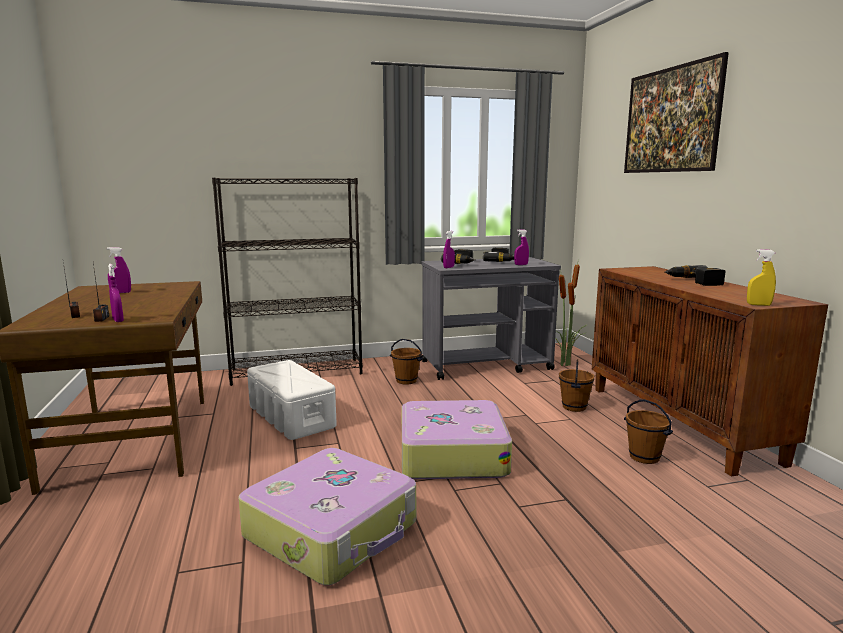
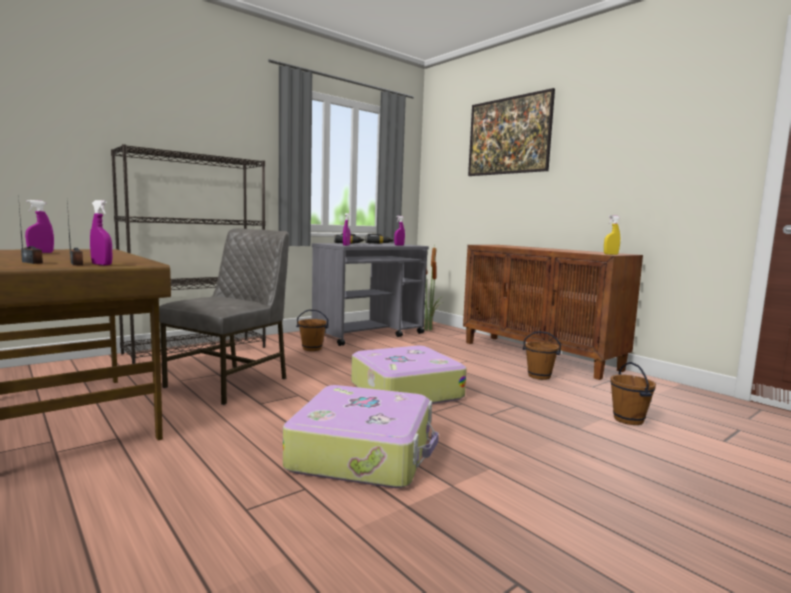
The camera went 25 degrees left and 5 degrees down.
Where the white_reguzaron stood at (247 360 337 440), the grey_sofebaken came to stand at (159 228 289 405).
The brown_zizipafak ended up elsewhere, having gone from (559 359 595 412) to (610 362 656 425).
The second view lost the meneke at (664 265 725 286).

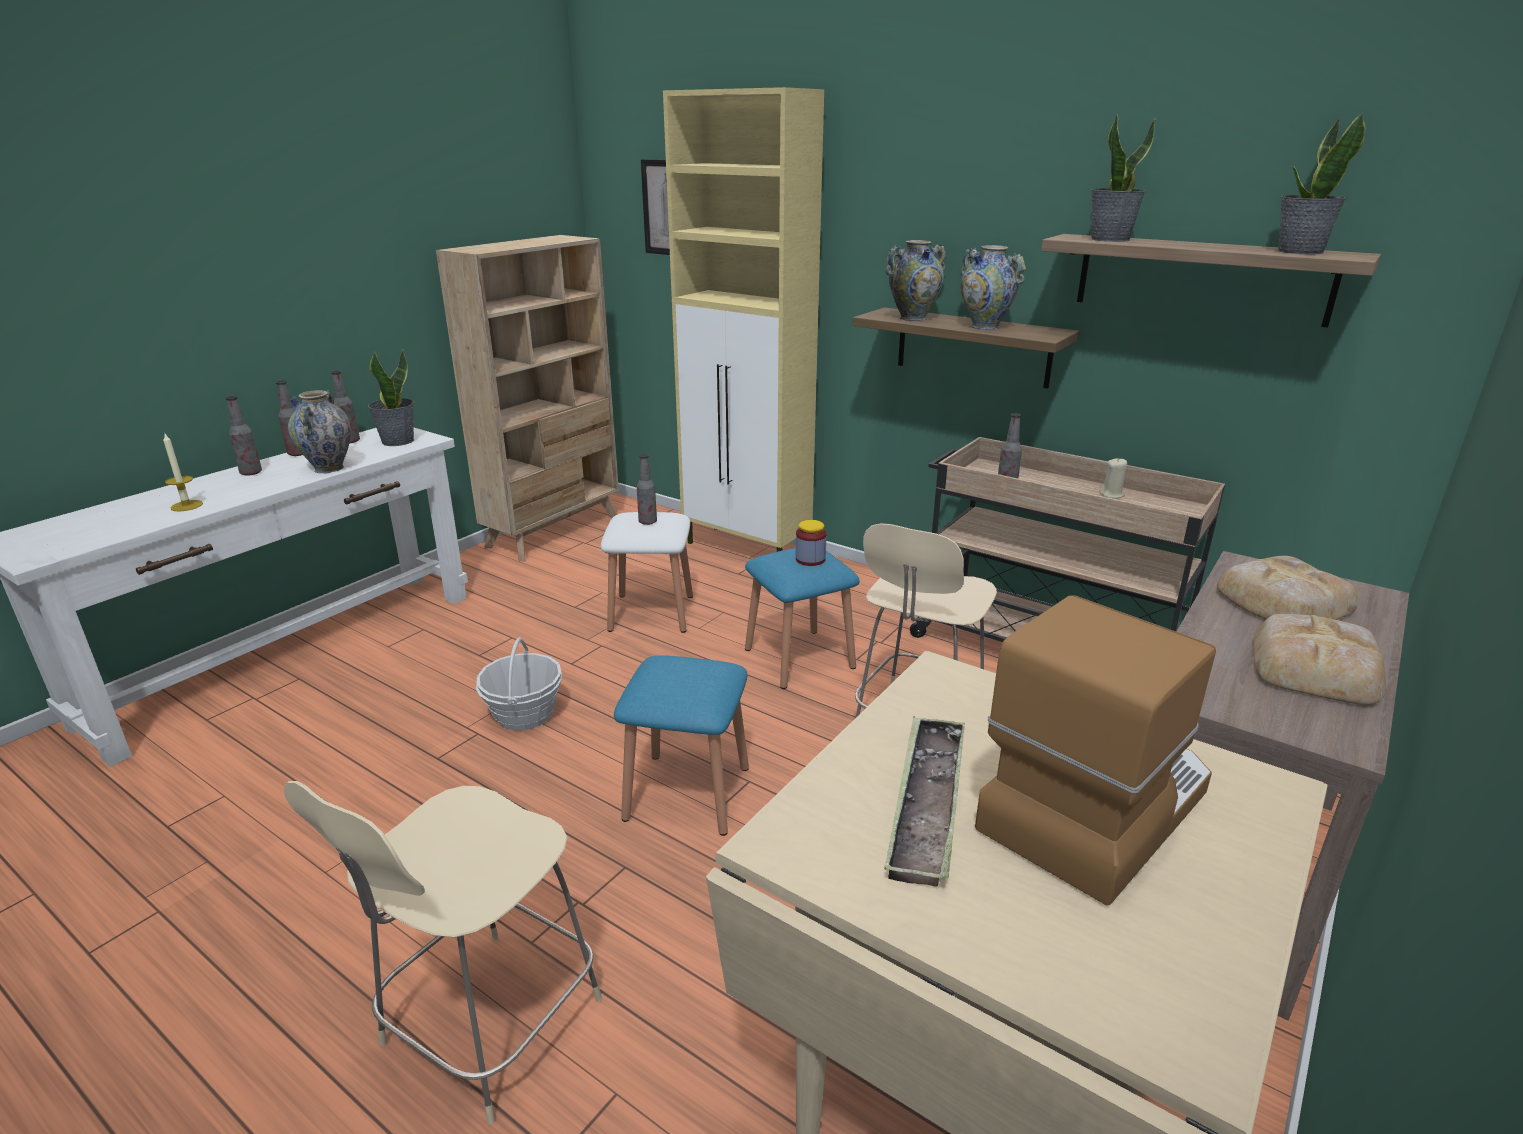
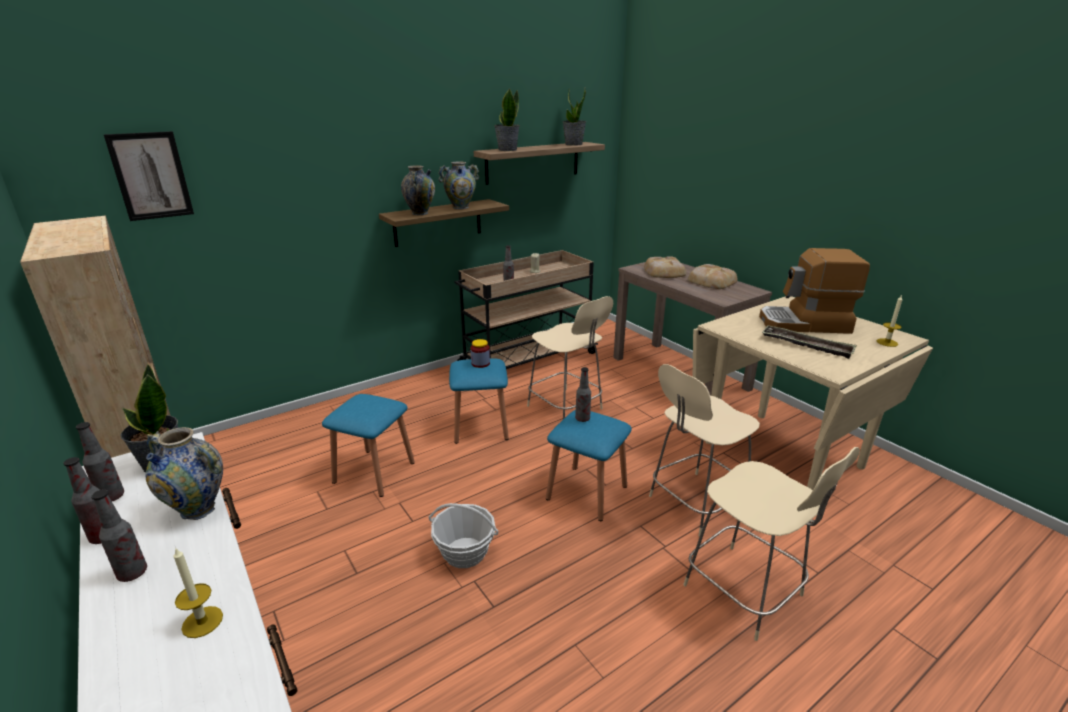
The camera went 70 degrees left and 0 degrees up.
What was the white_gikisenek at (601 512 693 633) turned into the blue_gikisenek at (322 394 415 497).
The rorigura ended up elsewhere, having gone from (637 454 657 525) to (575 367 591 422).
The second view gained the beige_sofebaken at (649 364 760 537).
The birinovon at (975 595 1216 906) ended up facing another way, 60 degrees counterclockwise from before.
The second view gained the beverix at (877 296 903 347).
The second view lost the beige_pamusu at (663 87 824 552).

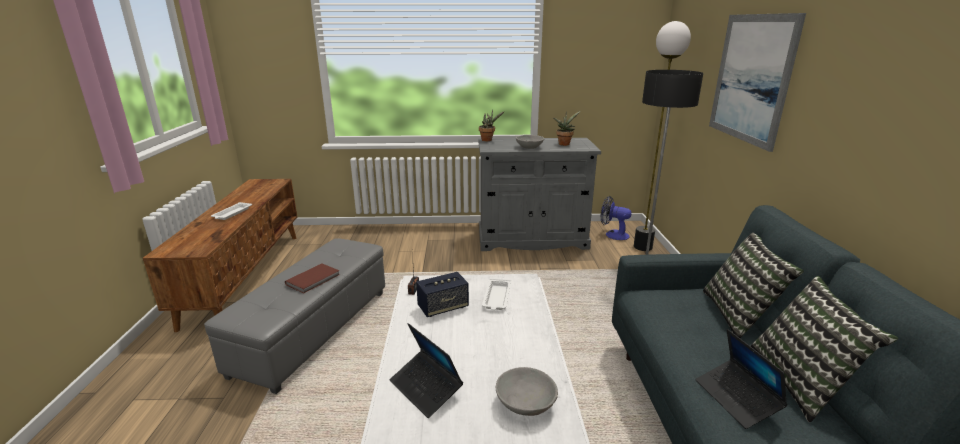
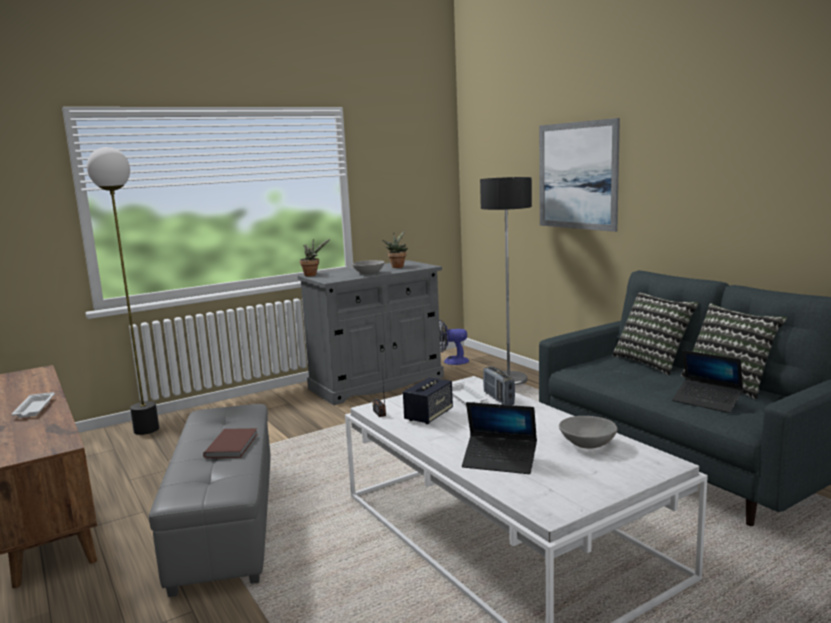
The camera went 30 degrees left and 10 degrees down.
The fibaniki ended up elsewhere, having gone from (634 21 691 251) to (87 147 159 435).
The second view gained the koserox at (483 366 515 405).

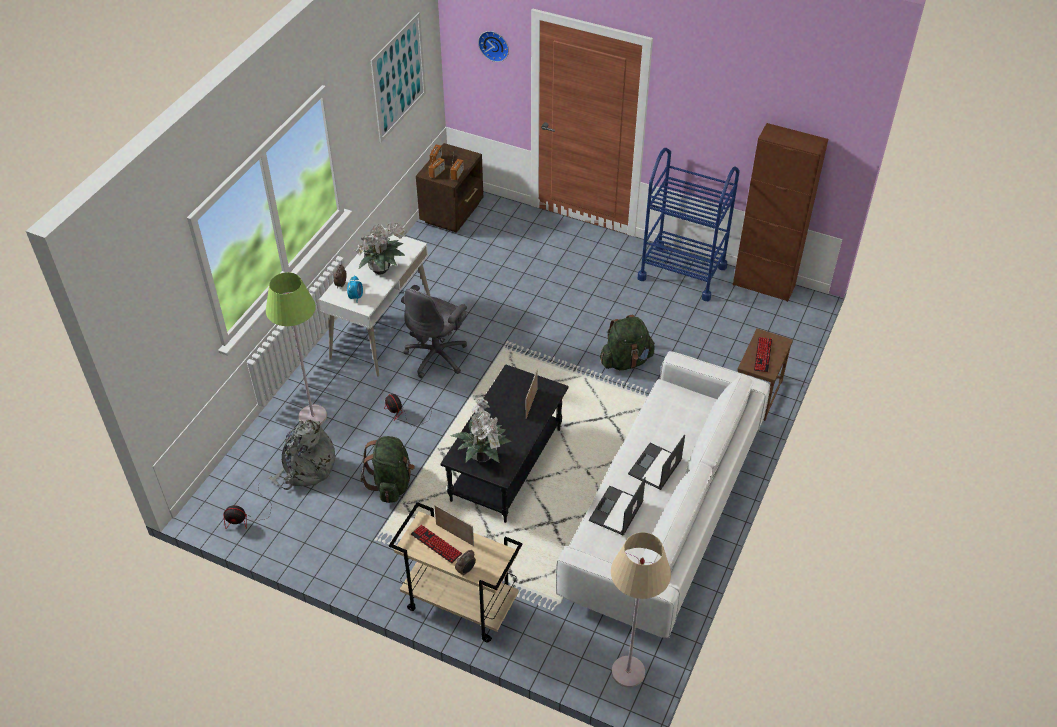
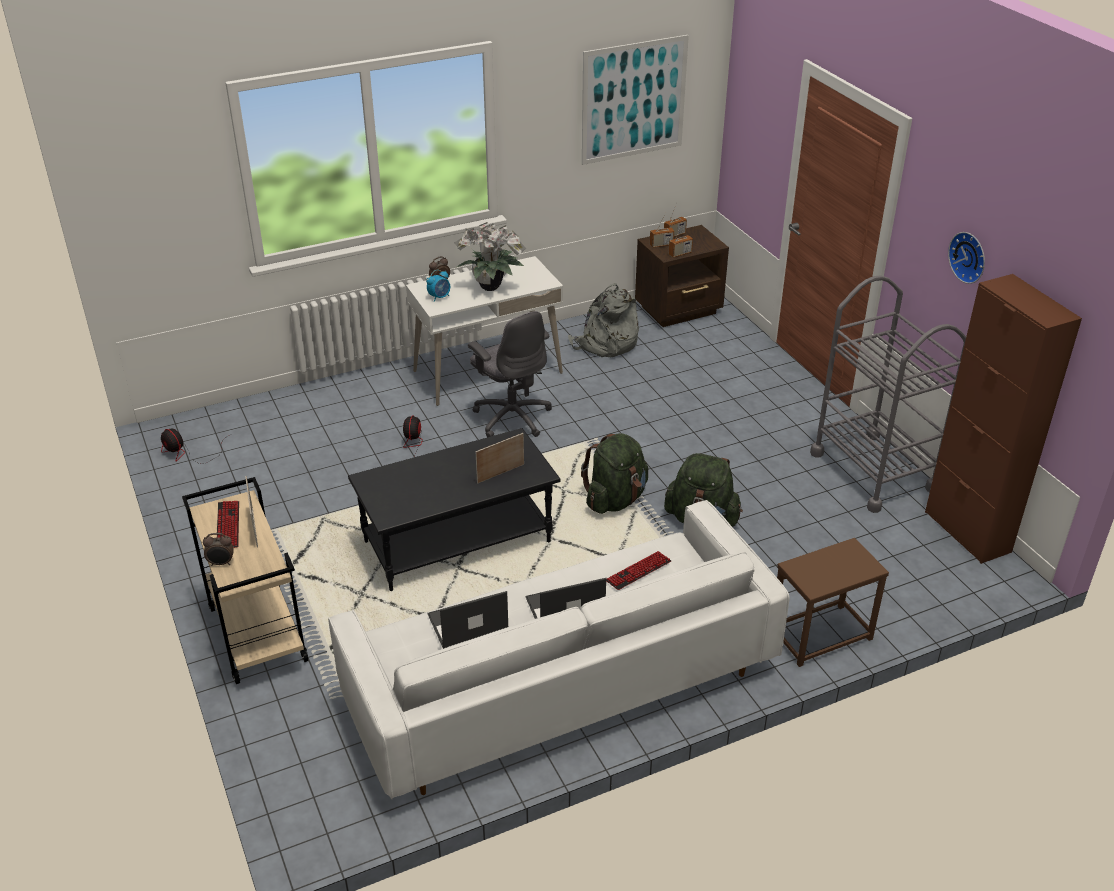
The camera went 40 degrees right and 10 degrees down.
The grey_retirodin at (401 285 467 378) ended up facing another way, 105 degrees counterclockwise from before.
The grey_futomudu ended up elsewhere, having gone from (269 419 335 490) to (568 283 639 357).
The green_futomudu ended up elsewhere, having gone from (361 436 415 503) to (581 433 648 514).
The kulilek ended up elsewhere, having gone from (754 337 772 372) to (606 551 671 590).
What was the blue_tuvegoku at (638 148 740 301) turned into the grey_tuvegoku at (810 275 966 513).
The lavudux ended up elsewhere, having gone from (478 31 509 62) to (948 232 985 284).
The second view lost the green_fibaniki at (266 272 327 425).
The second view lost the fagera at (450 398 511 463).
The second view lost the beige_fibaniki at (611 532 671 688).

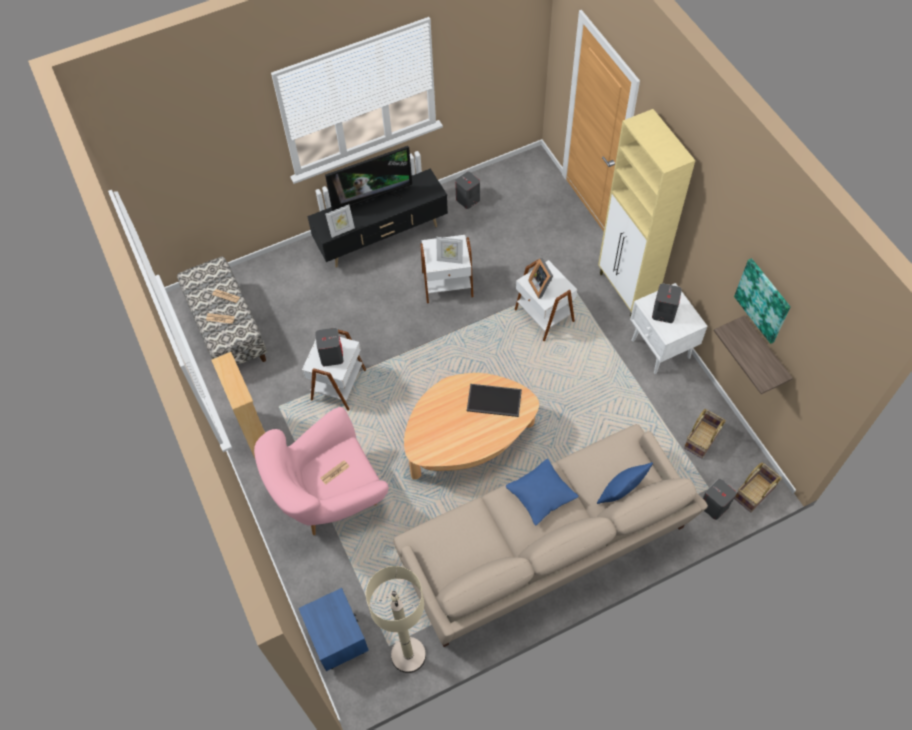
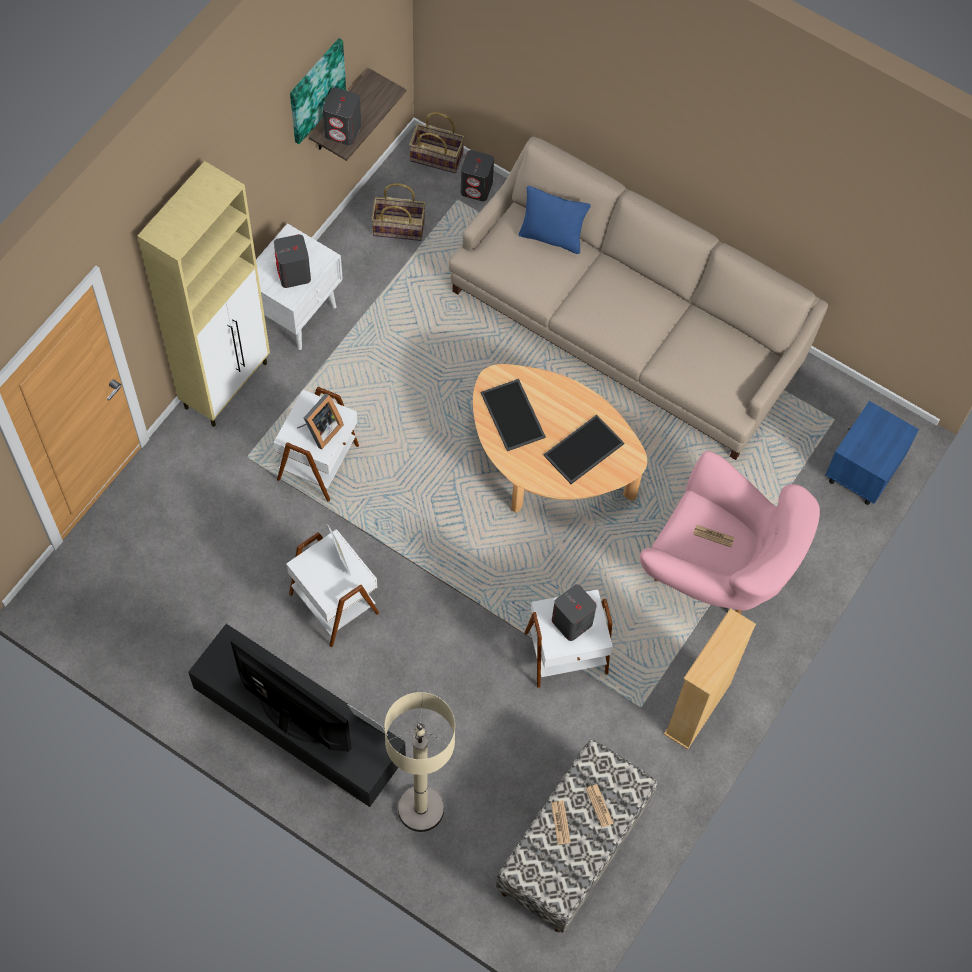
The camera went 125 degrees left and 5 degrees up.
The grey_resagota ended up elsewhere, having gone from (455 171 480 209) to (323 88 361 145).
The beige_fibaniki ended up elsewhere, having gone from (366 566 426 673) to (385 692 455 832).
The second view gained the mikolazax at (543 415 624 484).
The second view lost the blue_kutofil at (506 459 579 525).

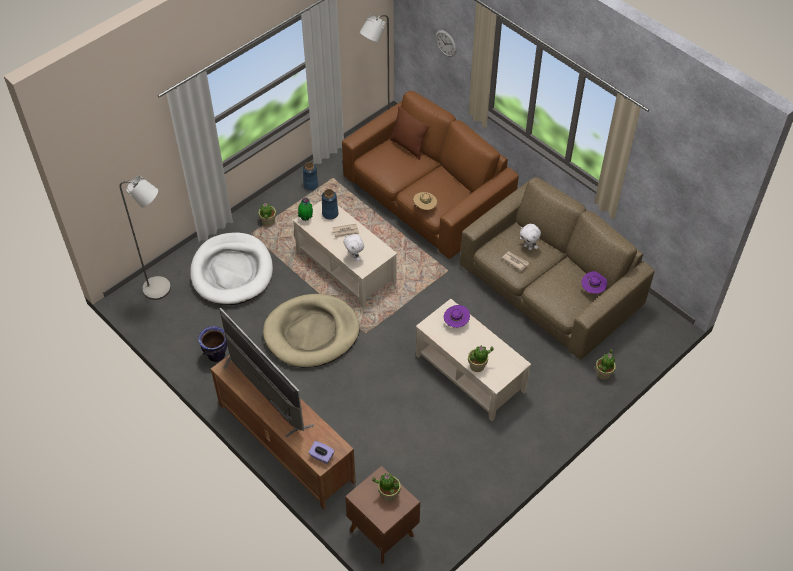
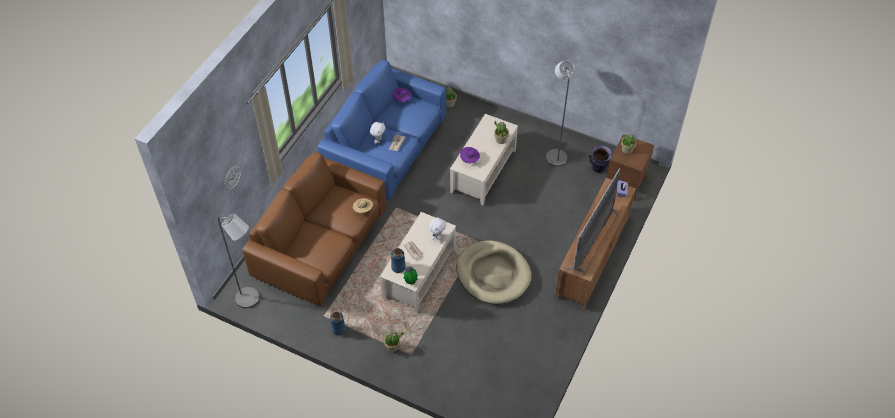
The camera went 110 degrees left and 0 degrees up.
What was the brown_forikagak at (460 177 655 360) turned into the blue_forikagak at (318 60 446 200).
The grey_fibaniki ended up elsewhere, having gone from (120 176 171 300) to (546 61 575 167).
The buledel ended up elsewhere, having gone from (198 326 227 362) to (589 145 612 173).
The second view lost the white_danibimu at (190 232 273 305).
The second view lost the brown_kutofil at (390 106 429 160).

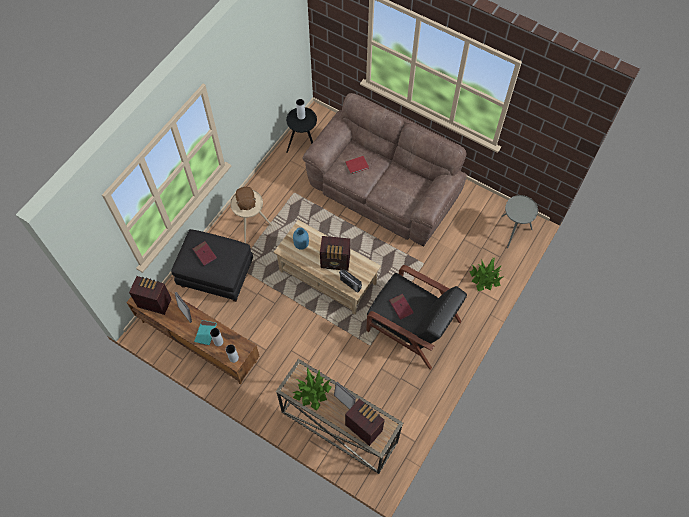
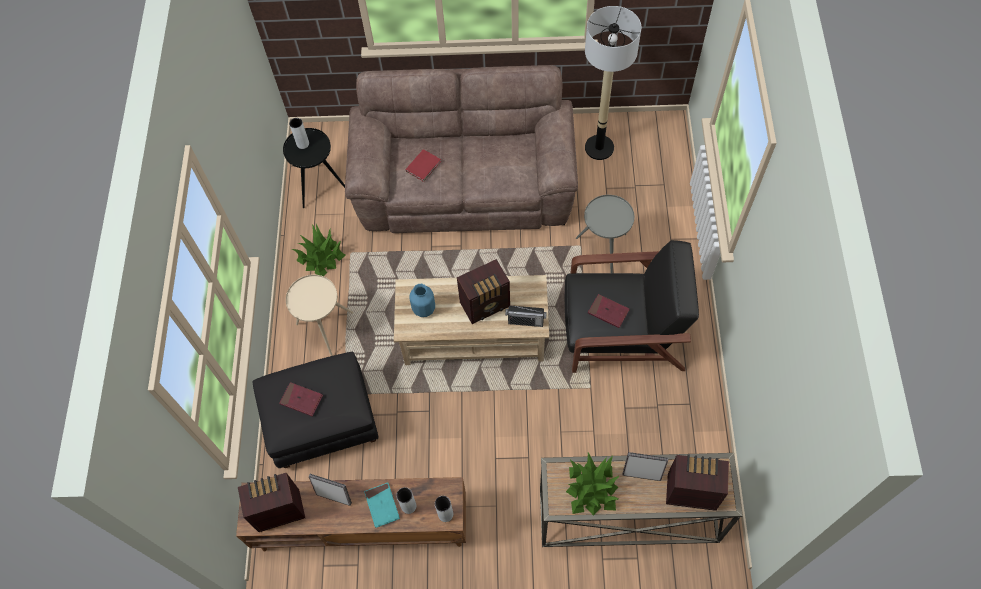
The camera went 30 degrees left and 0 degrees up.
The fagera ended up elsewhere, having gone from (469 257 503 291) to (291 224 346 276).
The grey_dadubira ended up elsewhere, having gone from (502 195 538 248) to (576 195 635 273).
The second view gained the fibaniki at (585 6 641 160).
The second view lost the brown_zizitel at (236 187 256 210).

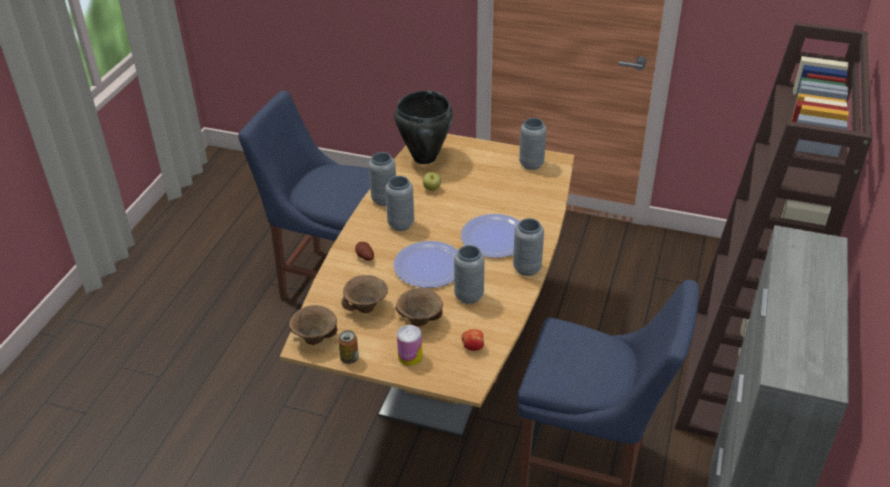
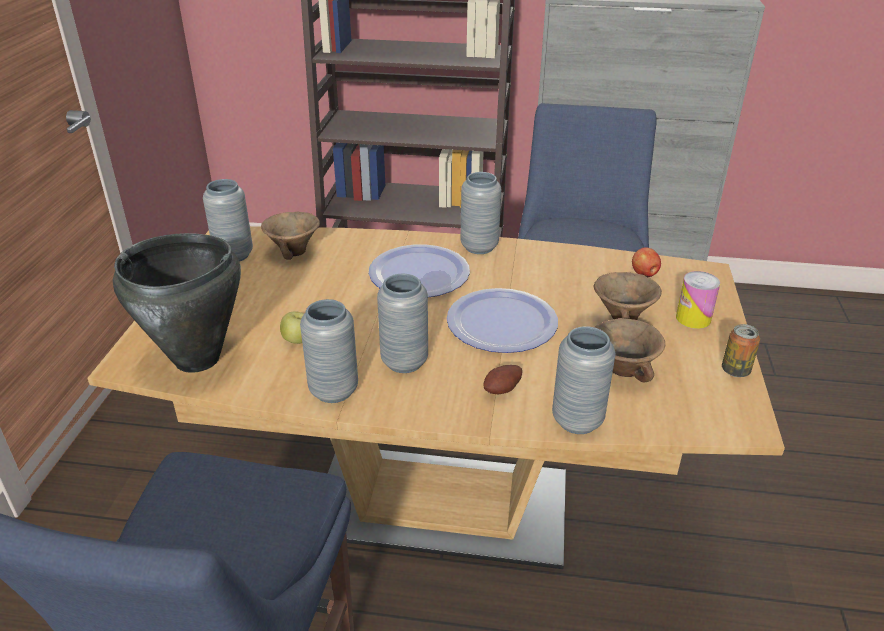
The camera went 100 degrees left and 5 degrees down.
The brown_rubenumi ended up elsewhere, having gone from (289 305 337 345) to (261 212 320 260).
The grey_buledel ended up elsewhere, having gone from (454 245 485 304) to (552 326 615 434).

